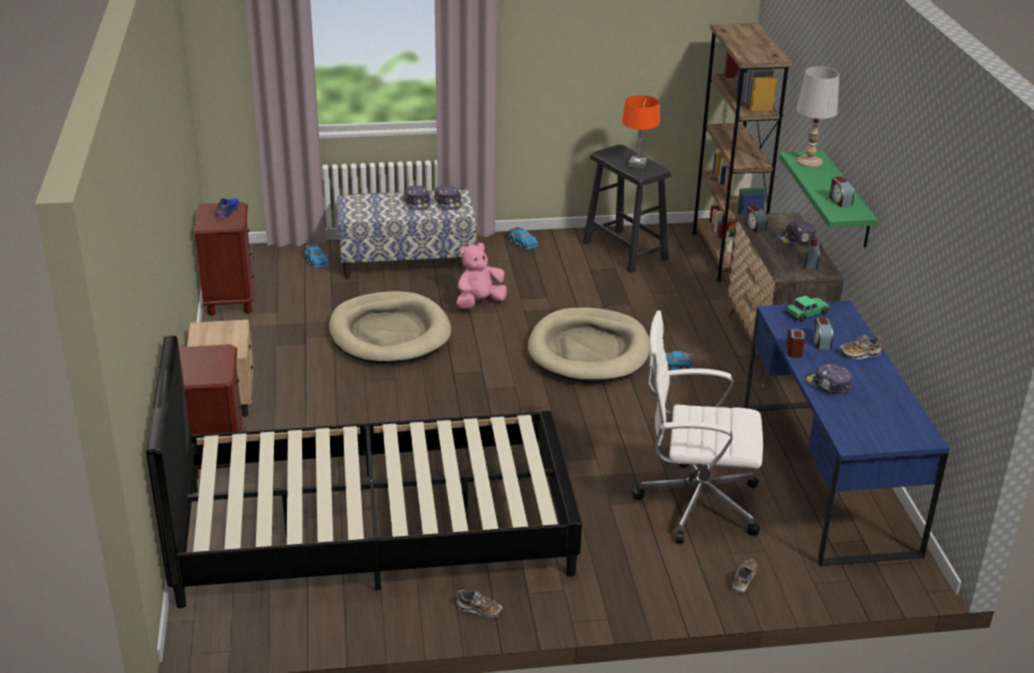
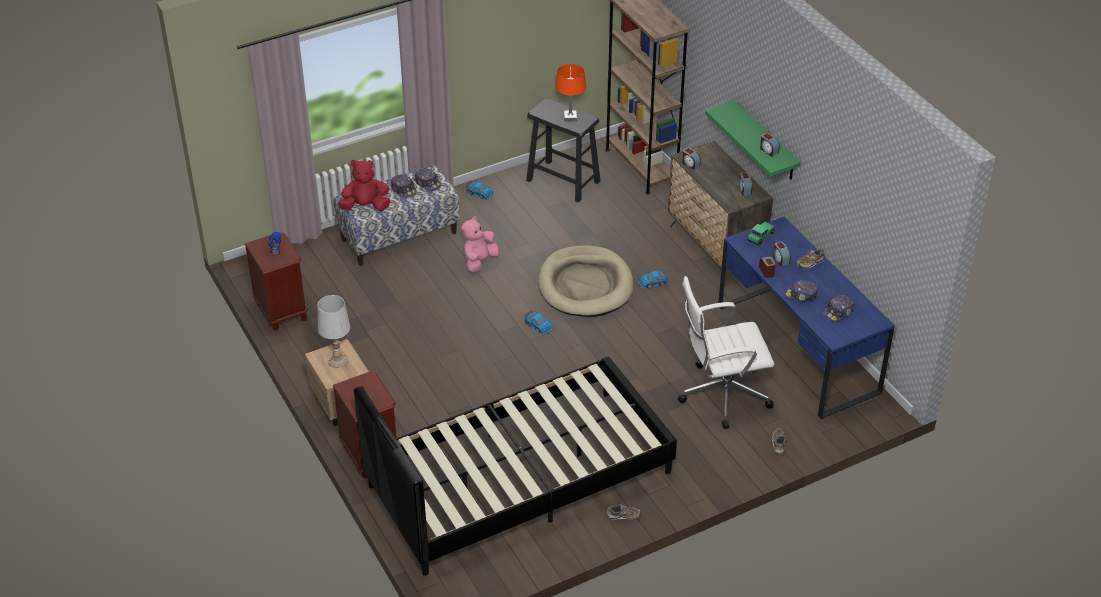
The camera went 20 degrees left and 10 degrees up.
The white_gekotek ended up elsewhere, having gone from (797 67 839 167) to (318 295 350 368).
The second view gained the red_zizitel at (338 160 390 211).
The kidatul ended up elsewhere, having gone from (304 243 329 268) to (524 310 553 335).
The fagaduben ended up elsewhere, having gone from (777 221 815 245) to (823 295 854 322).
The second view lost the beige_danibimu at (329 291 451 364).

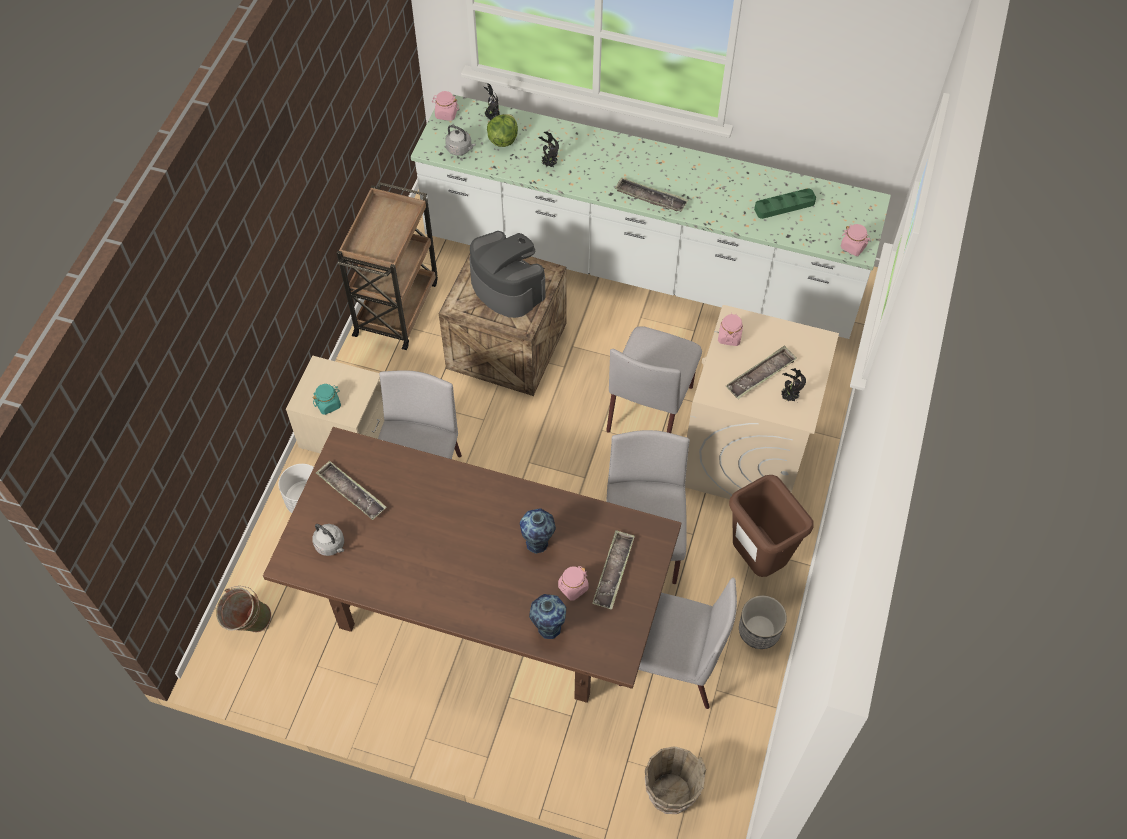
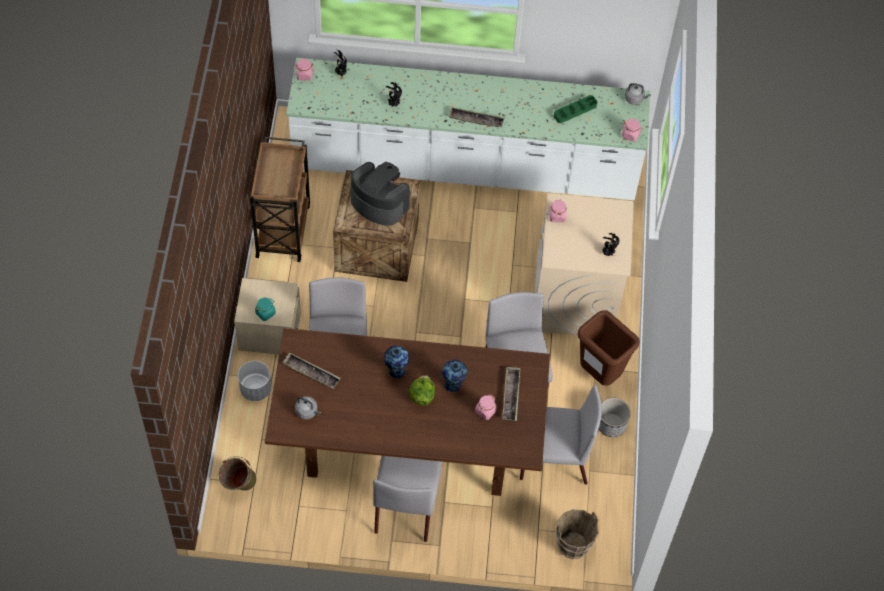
The camera went 15 degrees left and 0 degrees up.
The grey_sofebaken ended up elsewhere, having gone from (606 326 702 433) to (373 456 442 542).
The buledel ended up elsewhere, having gone from (529 594 566 639) to (384 346 409 378).
The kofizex ended up elsewhere, having gone from (487 114 518 147) to (409 375 435 406).
The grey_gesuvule ended up elsewhere, having gone from (445 125 476 156) to (625 83 651 105).
The second view lost the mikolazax at (726 345 797 399).

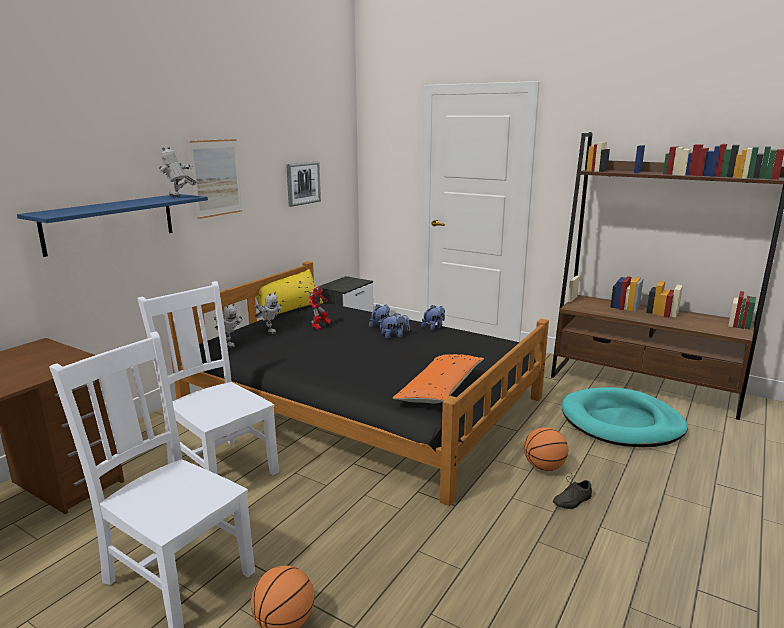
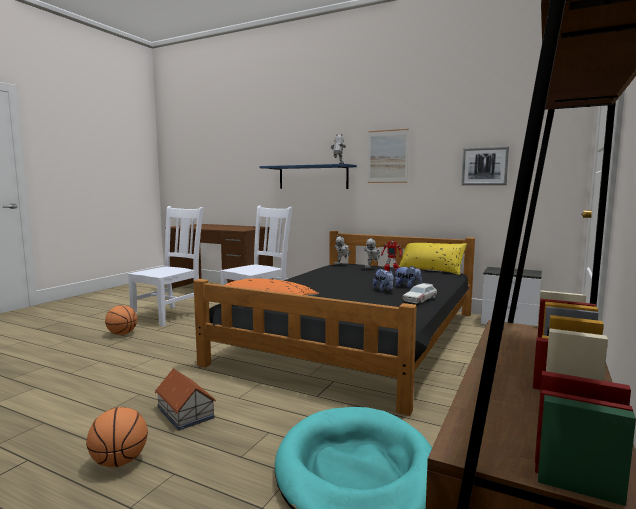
The camera went 85 degrees right and 10 degrees down.
The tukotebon ended up elsewhere, having gone from (524 427 568 471) to (86 407 148 467).
Where the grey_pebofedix stood at (553 473 592 509), the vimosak came to stand at (155 368 216 431).
Where the zizitel stood at (421 305 445 330), the kidatul came to stand at (402 283 437 303).

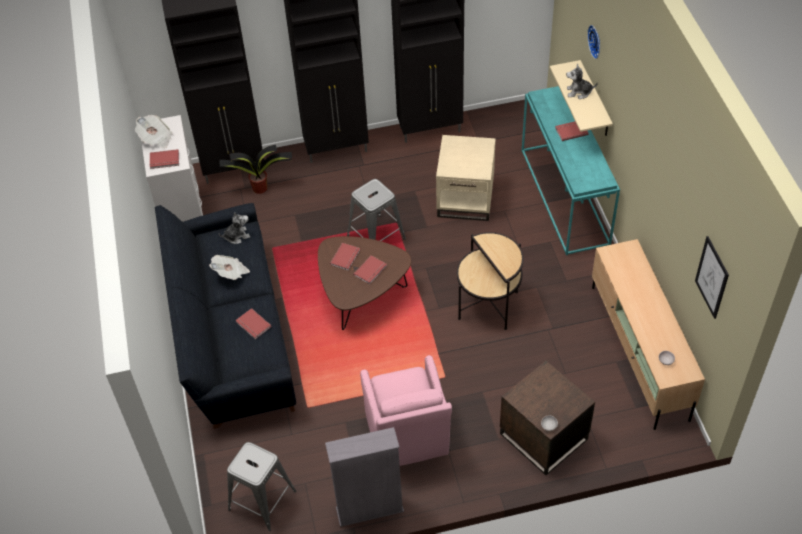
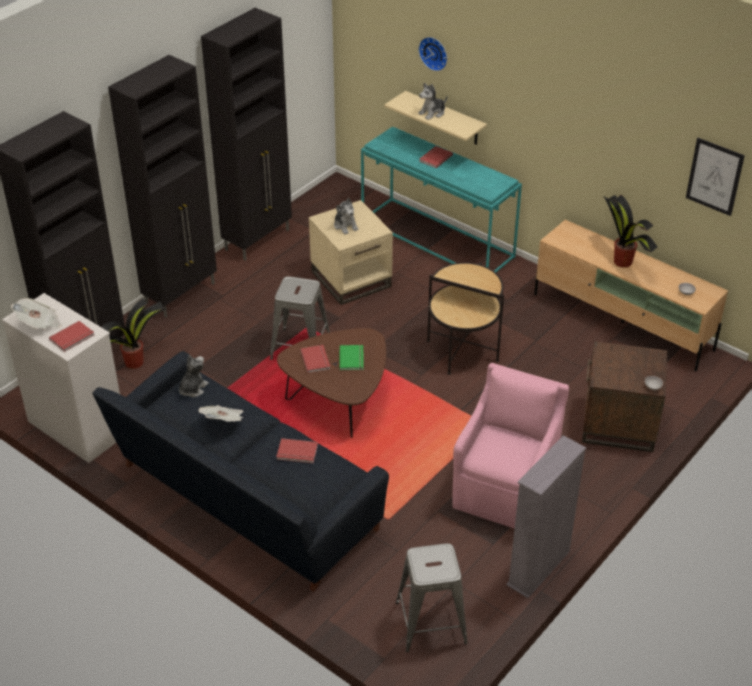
The camera went 40 degrees left and 10 degrees down.
The second view gained the zizitel at (334 198 359 234).
What was the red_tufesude at (353 255 387 284) turned into the green_tufesude at (340 345 364 370).
The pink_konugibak at (360 355 452 466) ended up facing another way, 105 degrees counterclockwise from before.
The second view gained the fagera at (603 195 657 268).

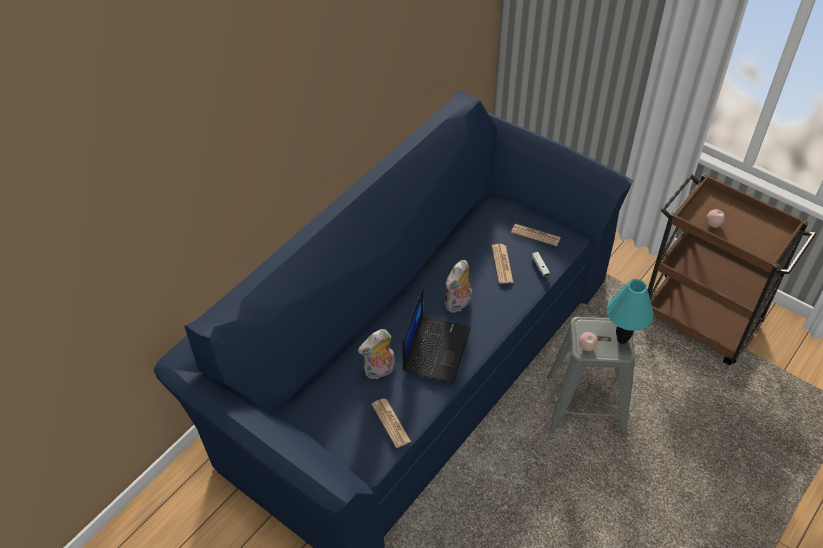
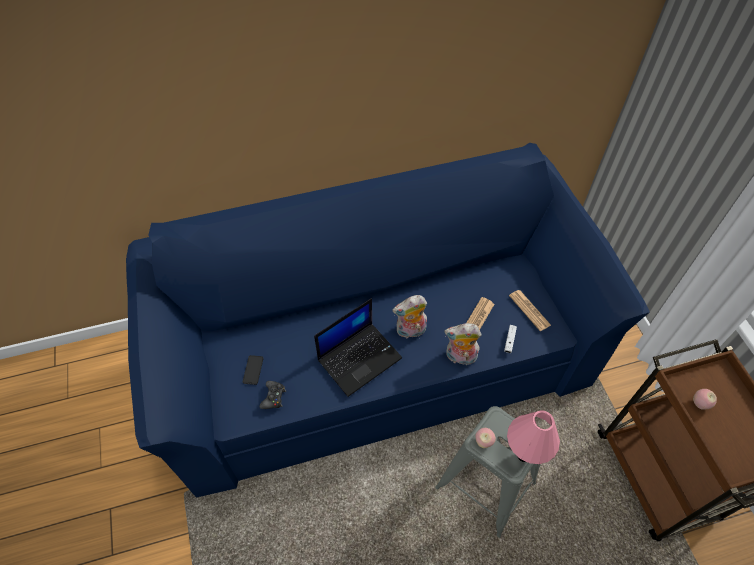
The camera went 35 degrees right and 5 degrees up.
The second view gained the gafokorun at (243 355 263 385).
Where the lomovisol stood at (372 399 411 448), the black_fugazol came to stand at (259 381 286 409).
The zizitel ended up elsewhere, having gone from (358 329 395 379) to (444 323 482 365).
What was the turquoise_gekotek at (607 279 654 344) turned into the pink_gekotek at (507 410 560 464).

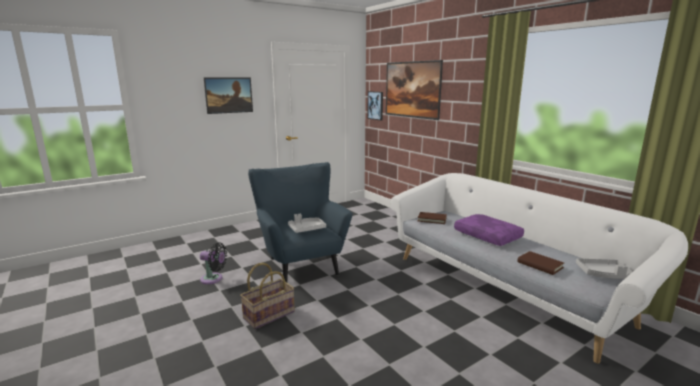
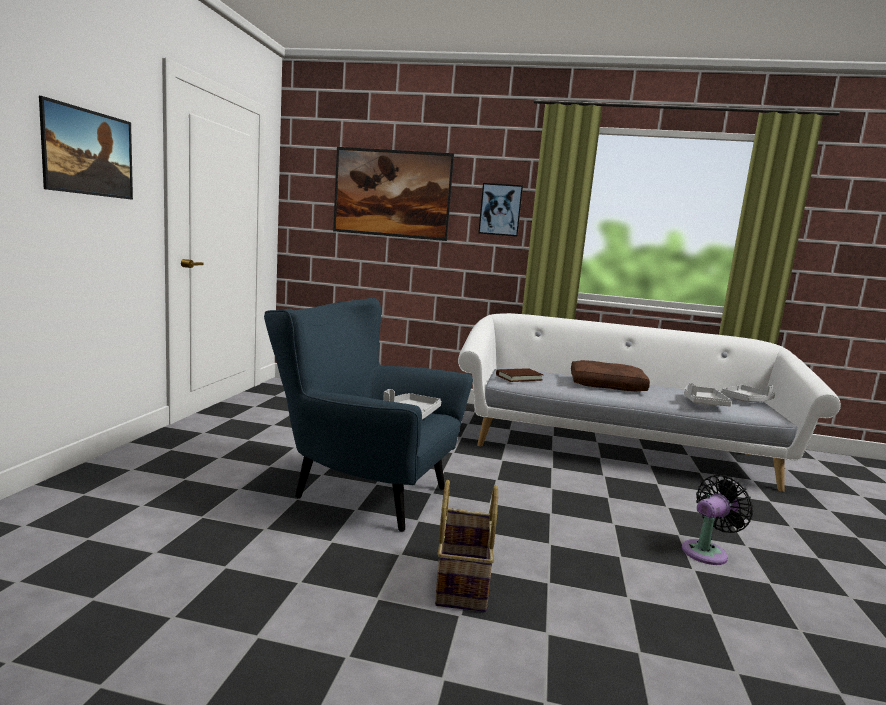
The camera went 45 degrees left and 5 degrees down.
The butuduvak ended up elsewhere, having gone from (367 91 383 120) to (478 183 523 237).
What was the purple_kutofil at (454 214 524 246) turned into the brown_kutofil at (571 360 650 392).
The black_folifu ended up elsewhere, having gone from (200 243 227 284) to (682 475 753 565).
Where the brown_tufesude stood at (517 251 564 275), the grey_mikolazax came to stand at (684 383 732 406).

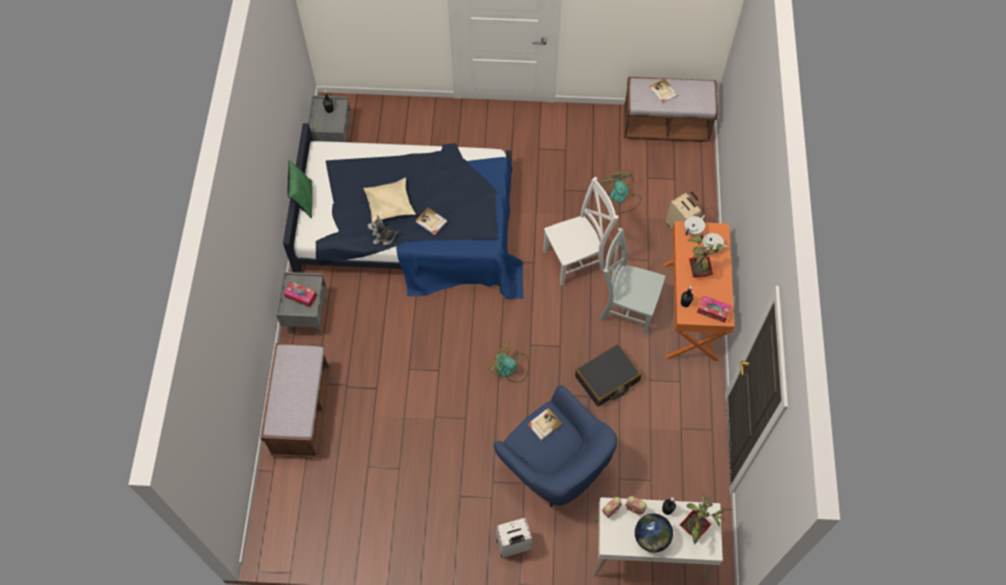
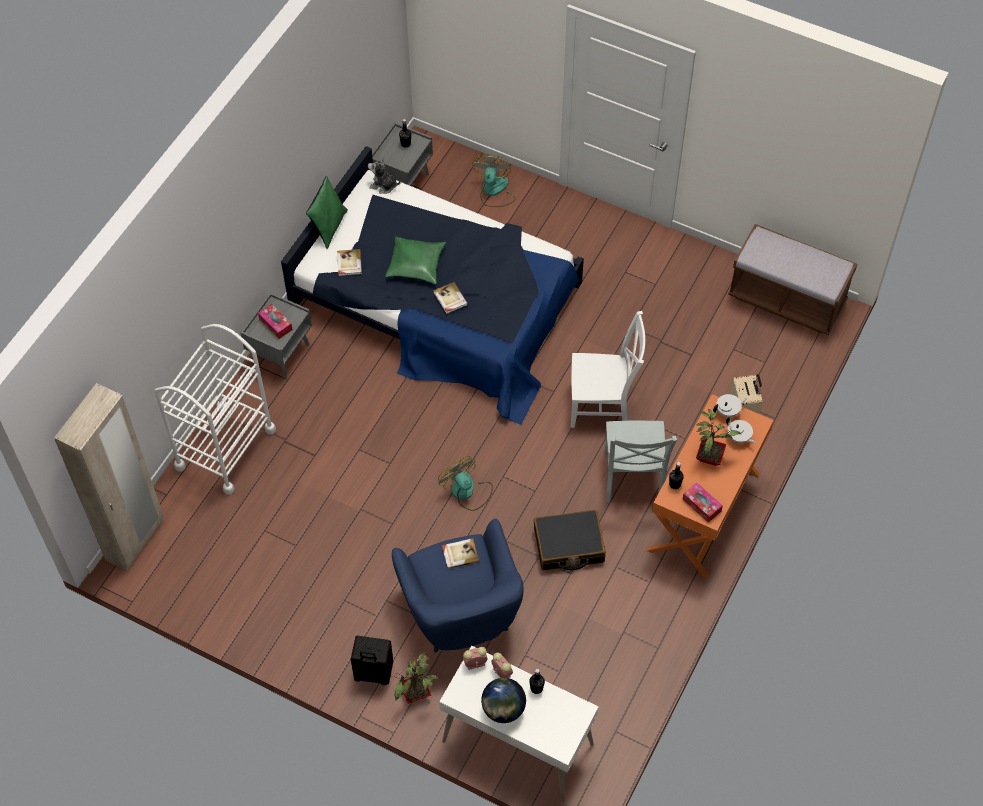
The camera went 25 degrees right and 5 degrees down.
The second view gained the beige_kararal at (54 383 164 571).
Where the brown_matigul stood at (260 343 330 458), the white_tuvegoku came to stand at (155 324 276 495).
The tufesude ended up elsewhere, having gone from (649 79 678 104) to (337 249 362 276).
What was the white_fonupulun at (496 518 532 558) turned into the black_fonupulun at (351 636 393 685).
The zizitel ended up elsewhere, having gone from (368 215 399 245) to (368 156 401 194).
What was the beige_kutofil at (363 178 416 222) turned into the green_kutofil at (385 237 446 285).
The fagera ended up elsewhere, having gone from (680 494 725 544) to (394 652 438 704).
The folifu ended up elsewhere, having gone from (601 170 642 213) to (472 154 516 207).
The grey_sofebaken at (600 227 665 335) ended up facing another way, 135 degrees counterclockwise from before.

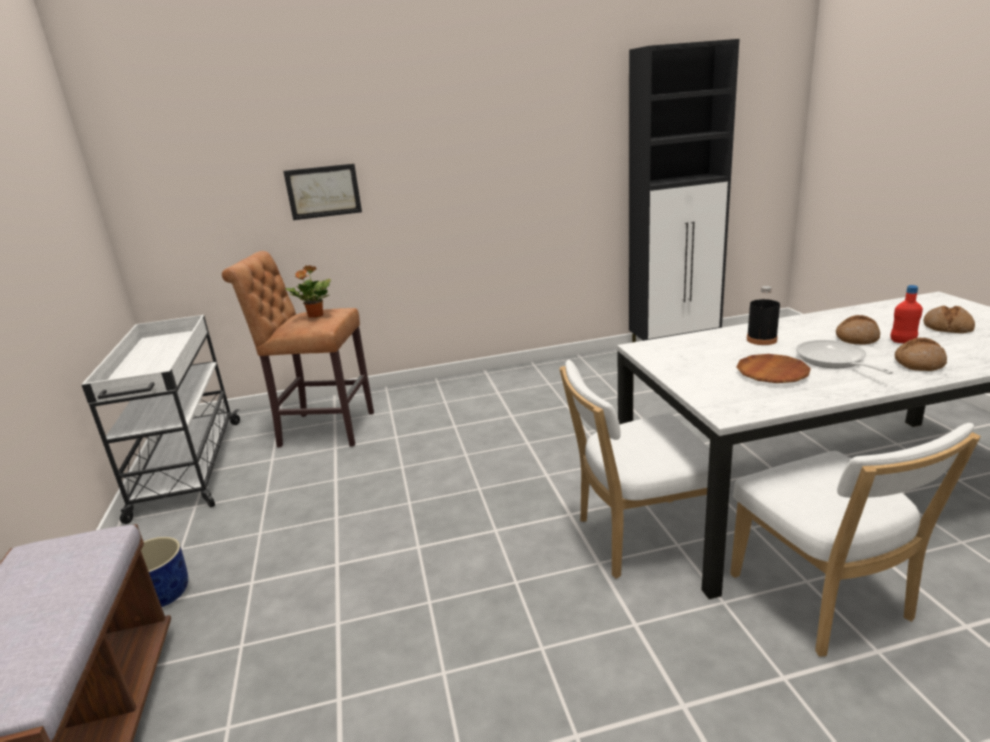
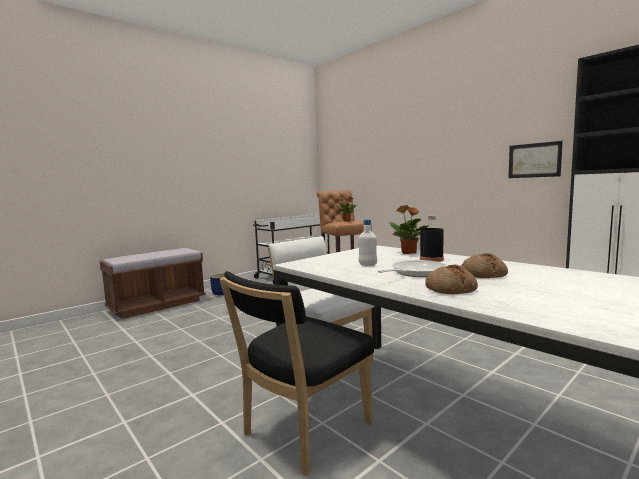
The camera went 60 degrees right and 15 degrees down.
What was the white_sofebaken at (730 423 981 657) turned into the black_sofebaken at (220 271 374 476).
Where the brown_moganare stood at (736 354 811 383), the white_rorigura came to stand at (358 219 377 266).
The second view gained the fagera at (389 205 431 254).
The butuduvak ended up elsewhere, having gone from (283 164 362 220) to (508 141 563 178).
The second view lost the red_rorigura at (890 285 923 343).
The second view lost the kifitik at (923 306 975 333).

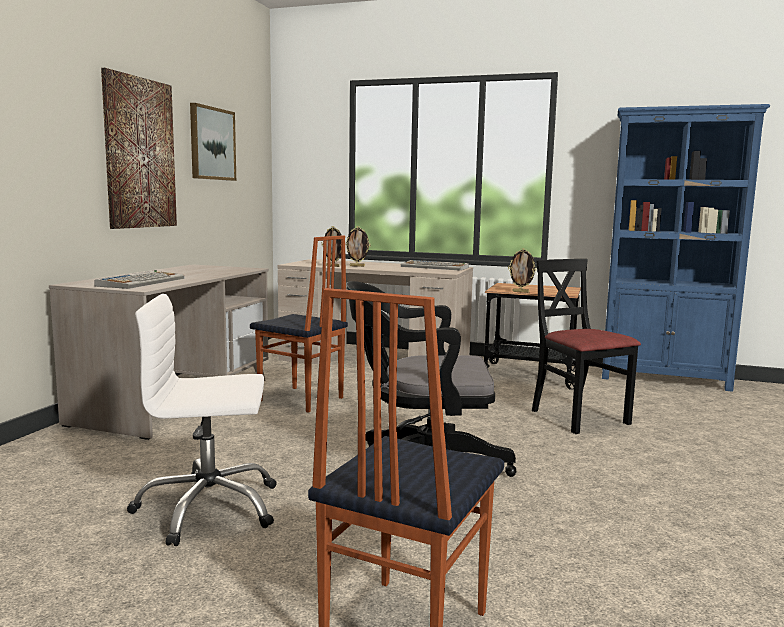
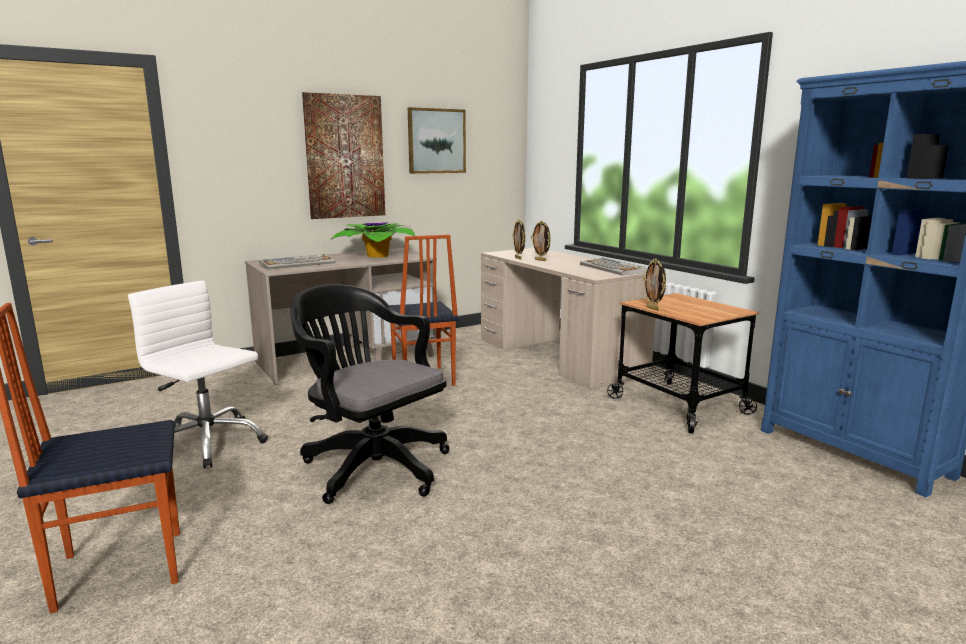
The camera went 40 degrees right and 5 degrees up.
The second view gained the fagera at (331 222 415 258).
The second view lost the black_sofebaken at (532 259 641 434).

